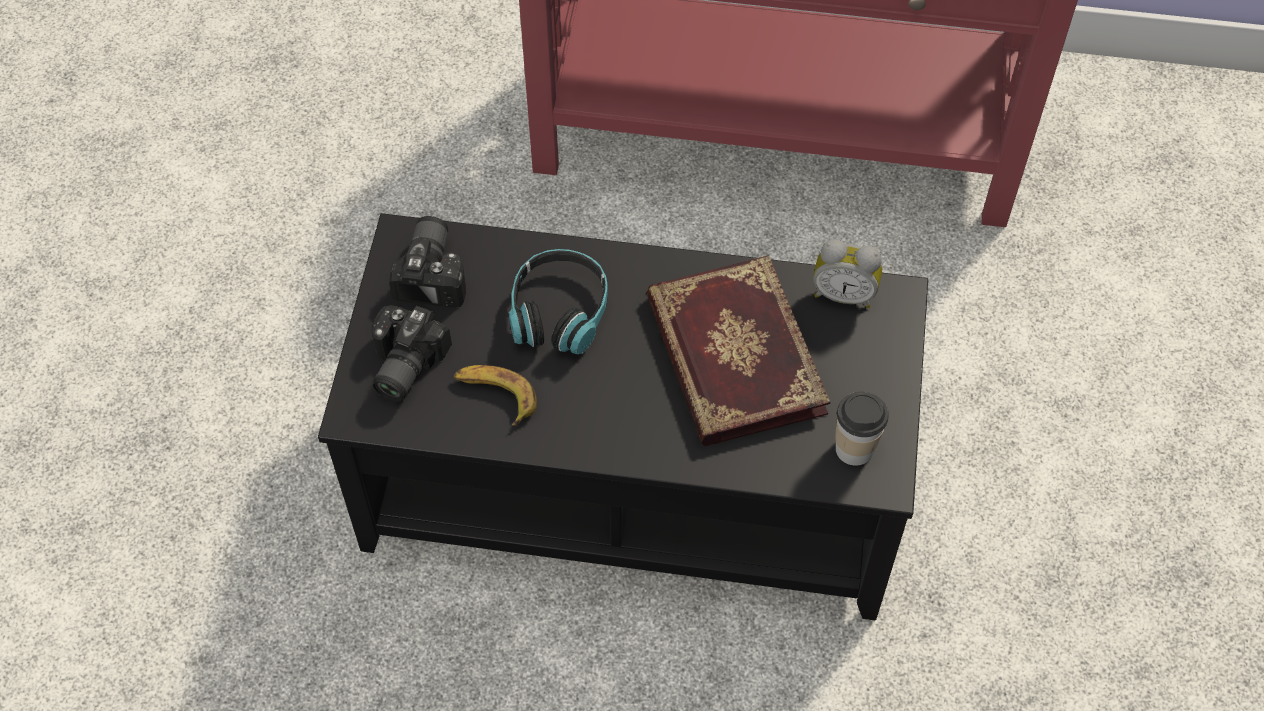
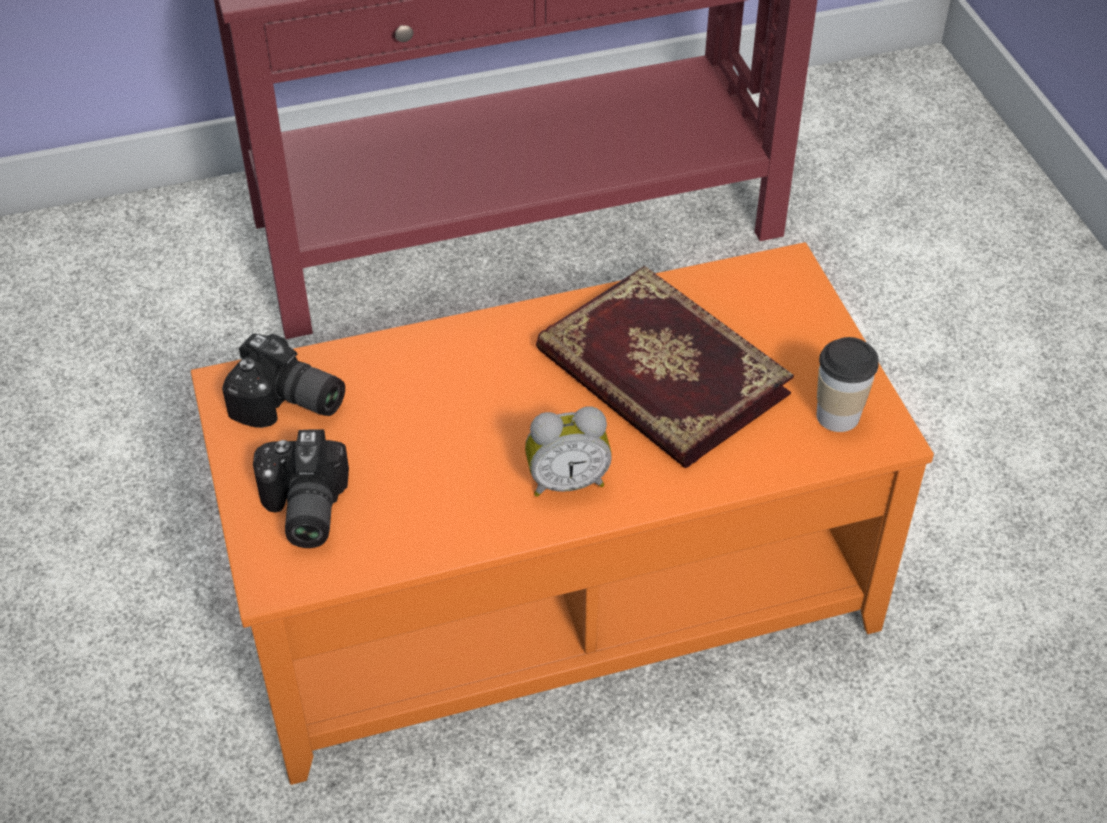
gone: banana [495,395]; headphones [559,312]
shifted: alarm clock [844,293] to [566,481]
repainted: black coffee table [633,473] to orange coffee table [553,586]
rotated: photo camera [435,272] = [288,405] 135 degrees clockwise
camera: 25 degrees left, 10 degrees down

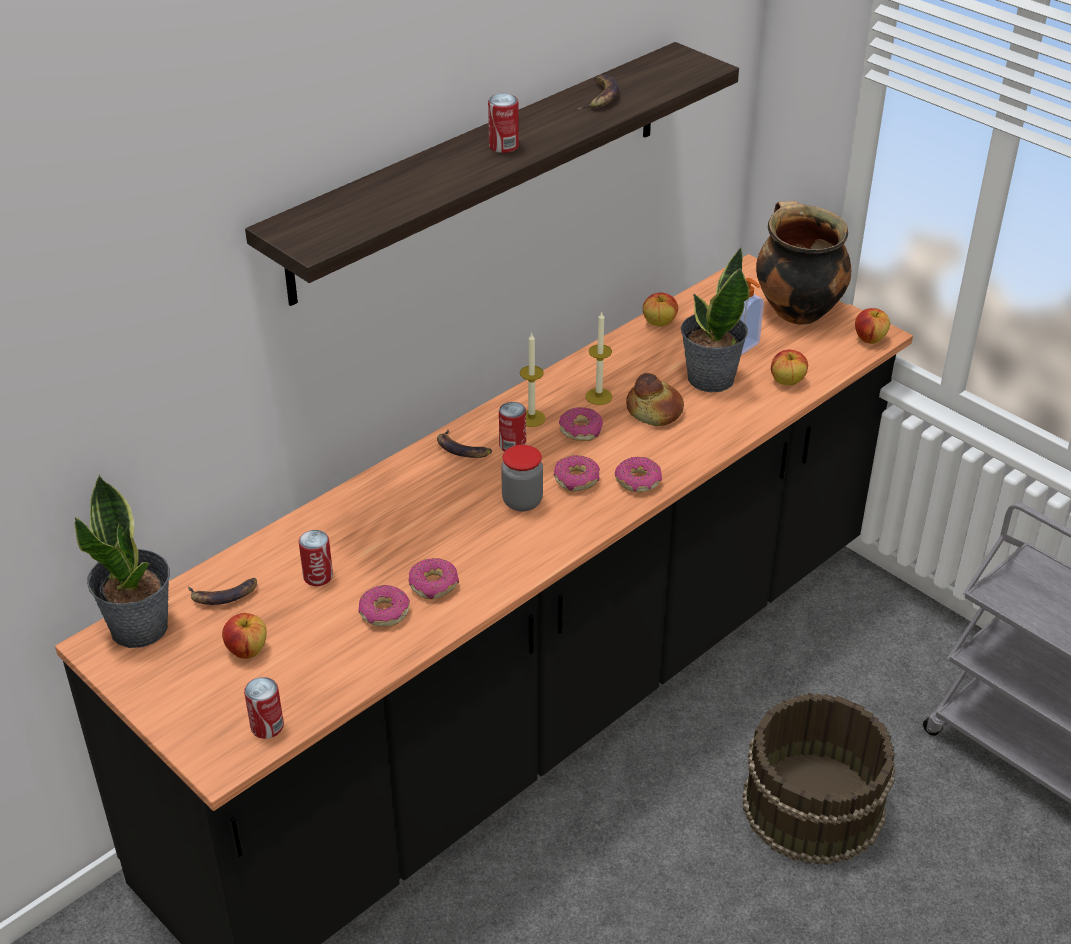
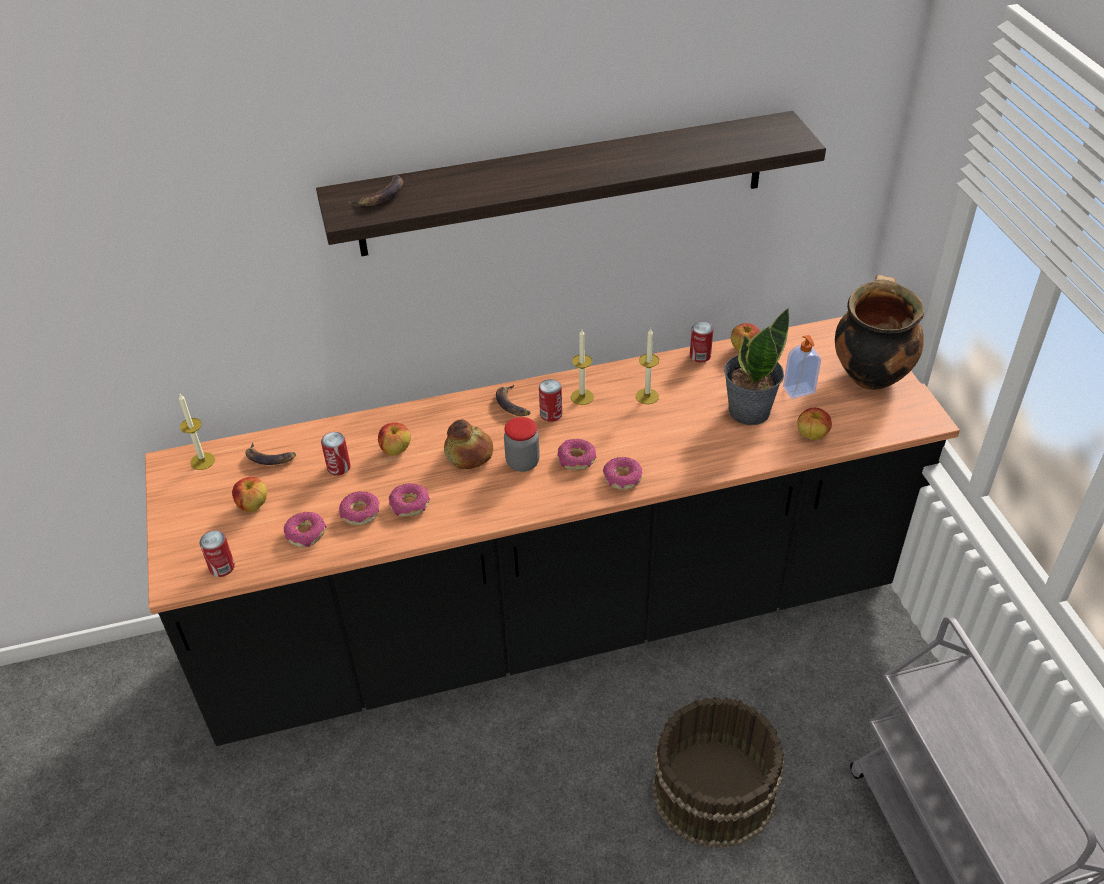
shifted: can [503,146] to [700,356]; donut [581,430] to [306,534]; banana [600,97] to [381,196]; bread [655,411] to [469,453]; apple [869,339] to [395,449]
swapped: potted plant [140,627] to candle [202,461]
camera: 30 degrees right, 5 degrees up

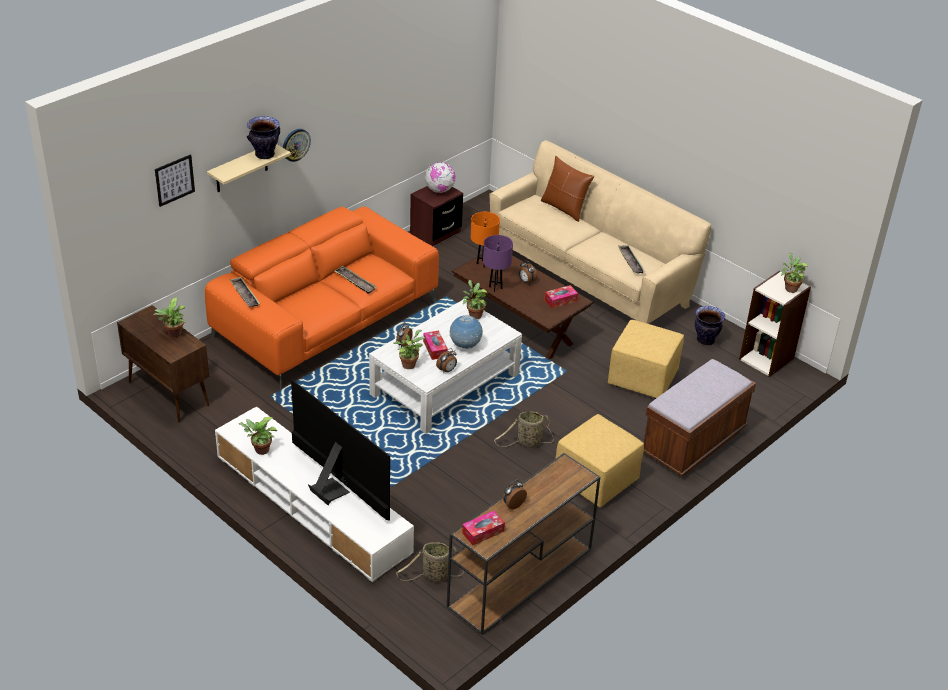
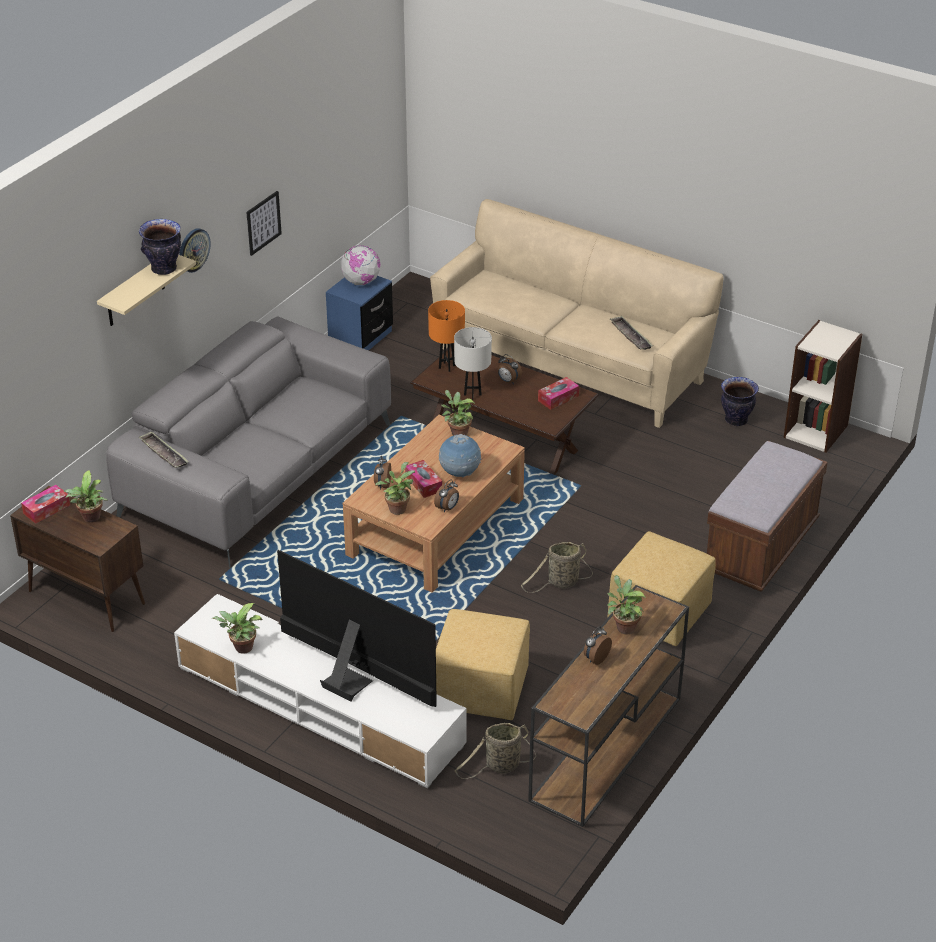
gone: tray [355,282]; brown pillow [564,208]
shifted: picture [174,180] to [263,222]; tissue box [483,532] to [46,509]; yellow ottoman [642,379] to [479,691]; potted plant [790,288] to [624,627]
repainted: orange sofa [326,319] to grey sofa [257,469]; white coffee table [445,384] to brown coffee table [436,526]; brown nightstand [435,233] to blue nightstand [360,337]; purple table lamp [495,287] to white table lamp [472,395]
camera: 10 degrees left, 0 degrees up

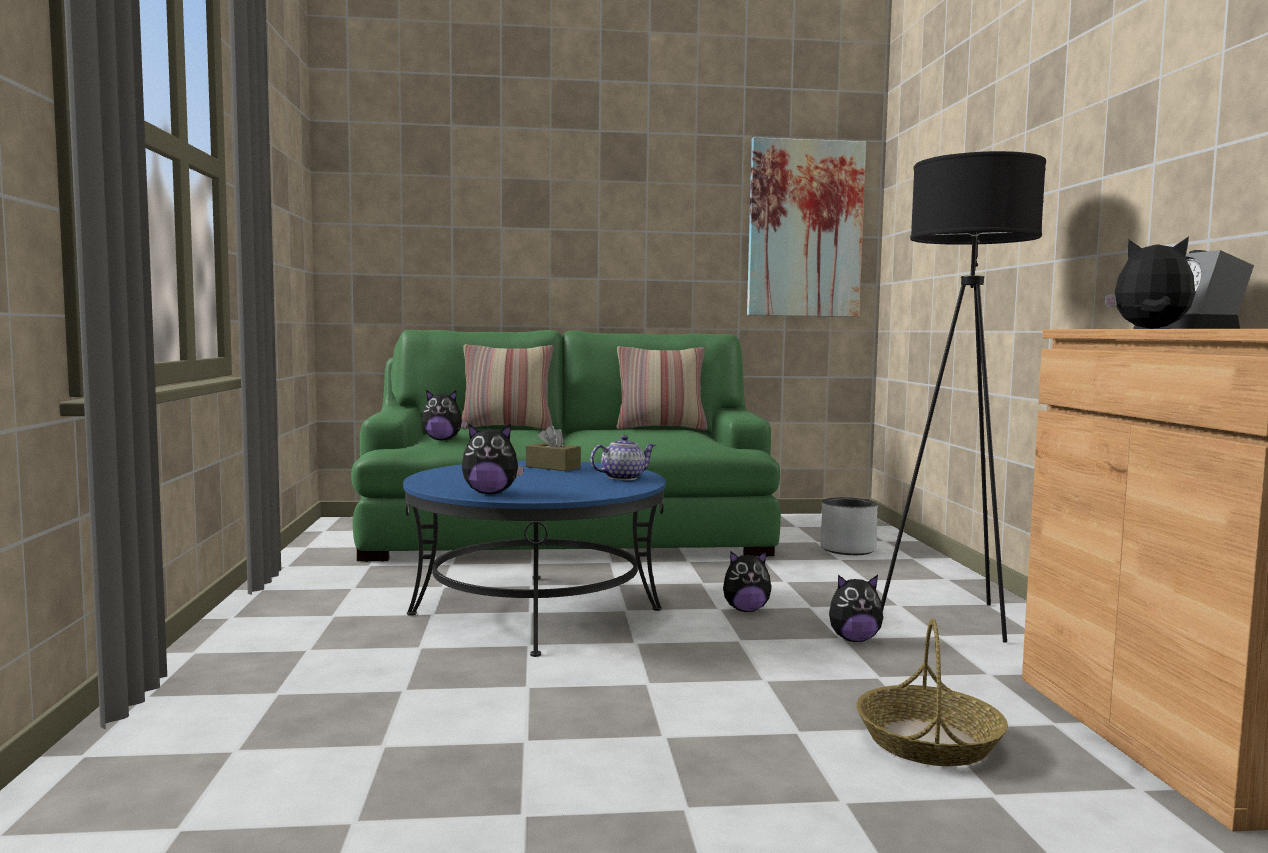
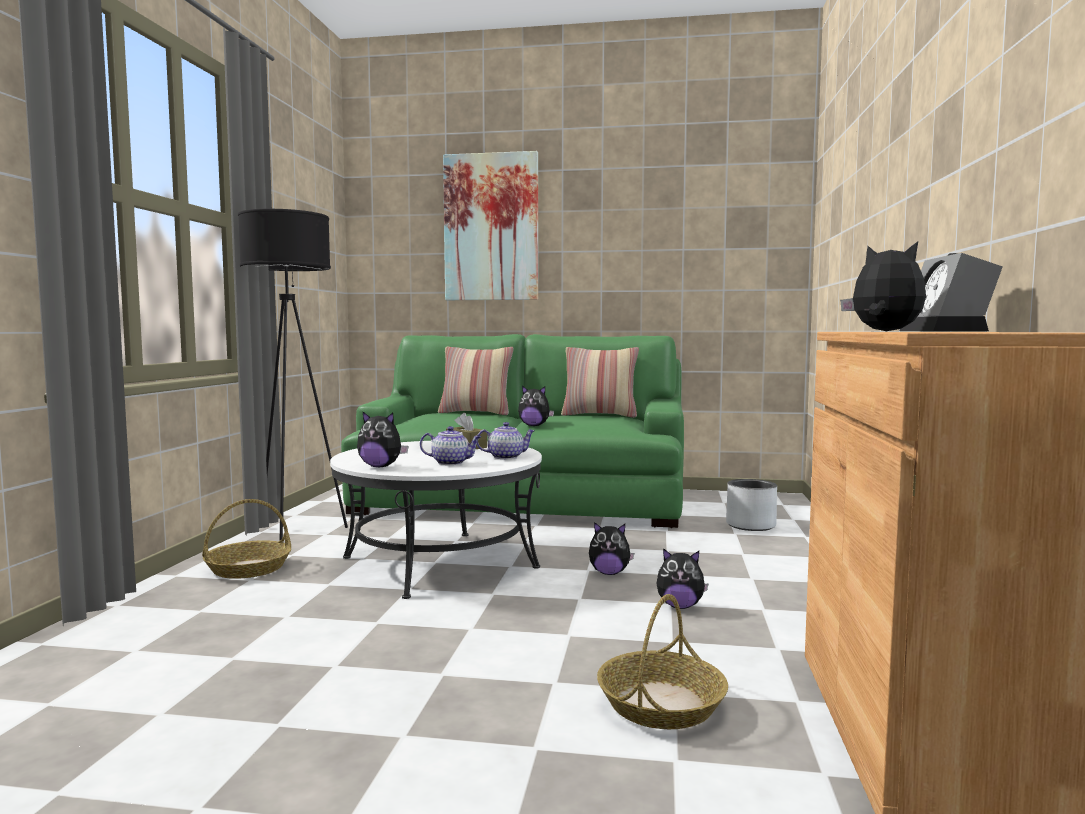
new: basket [249,568]; teapot [451,463]
shifted: plush toy [442,440] to [534,426]; picture [805,229] to [491,227]; black floor lamp [955,619] to [296,534]
repainted: blue coffee table [536,611] to white coffee table [440,562]
camera: 15 degrees right, 0 degrees up

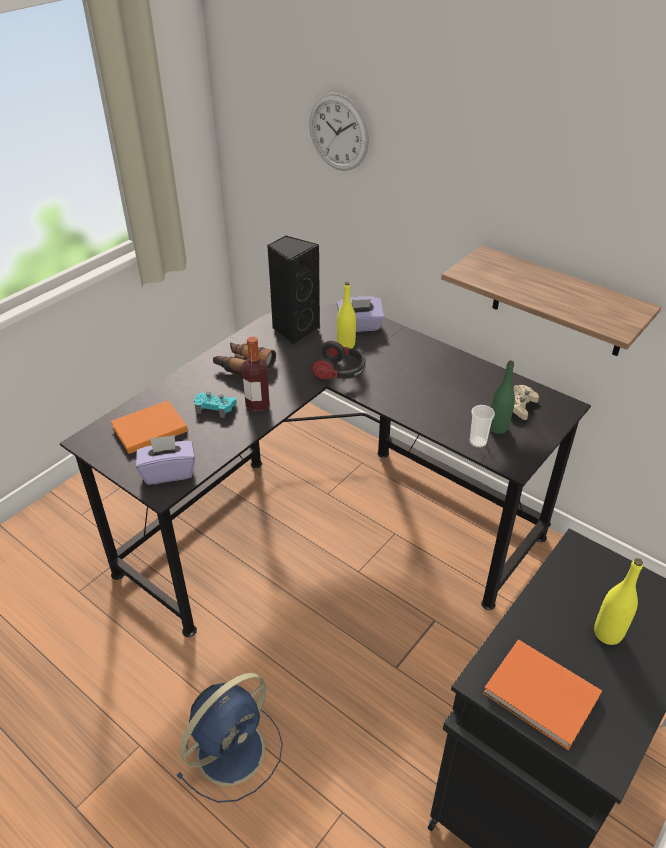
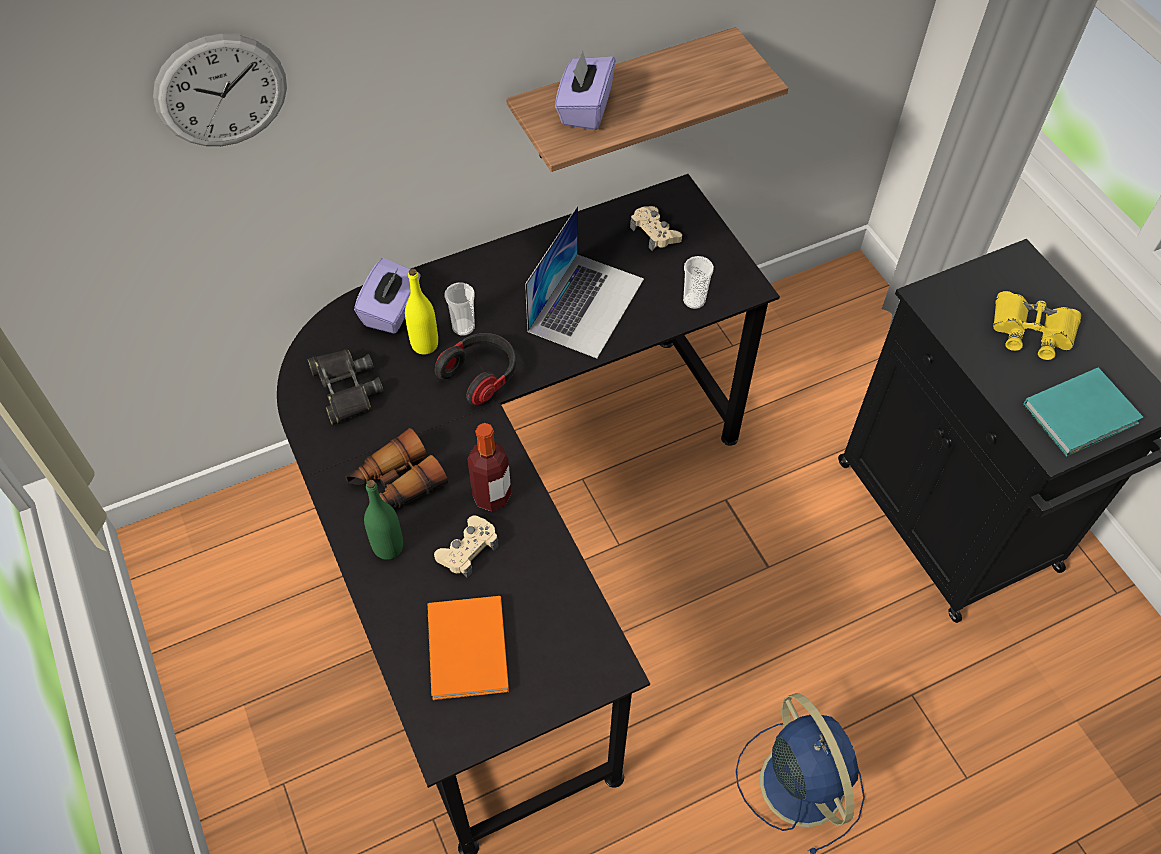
new: cup [463,327]; laptop [586,304]
shifted: purple tissue box [168,472] to [584,109]; green bottle [498,428] to [388,547]
swapped: black speaker [294,330] to black binoculars [345,389]; yellow bottle [607,633] to yellow binoculars [1031,331]
repainted: turquoise game controller [215,407] to beige game controller [468,550]; orange book [542,697] to turquoise book [1083,414]
camera: 65 degrees left, 15 degrees up

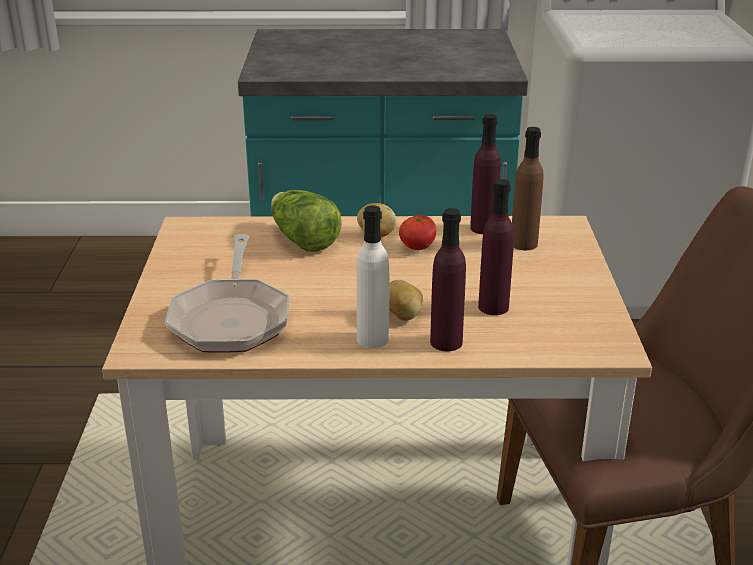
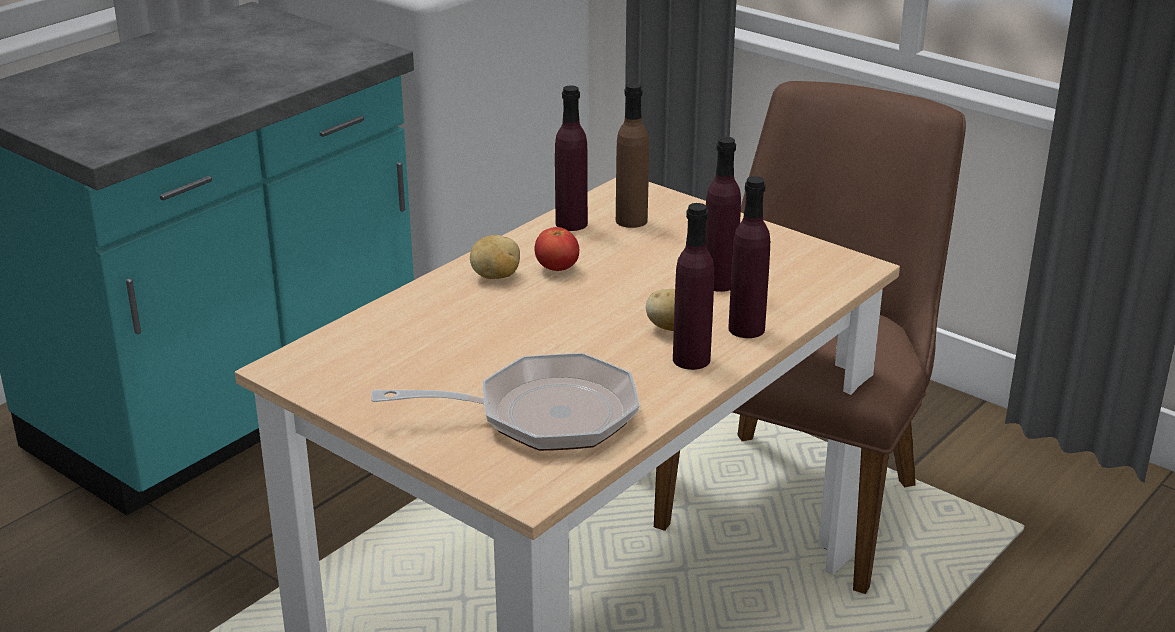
gone: lettuce [303,240]
repainted: white bottle [372,339] to purple bottle [691,359]
rotated: frying pan [231,318] = [542,415] 45 degrees counterclockwise
camera: 50 degrees left, 0 degrees up

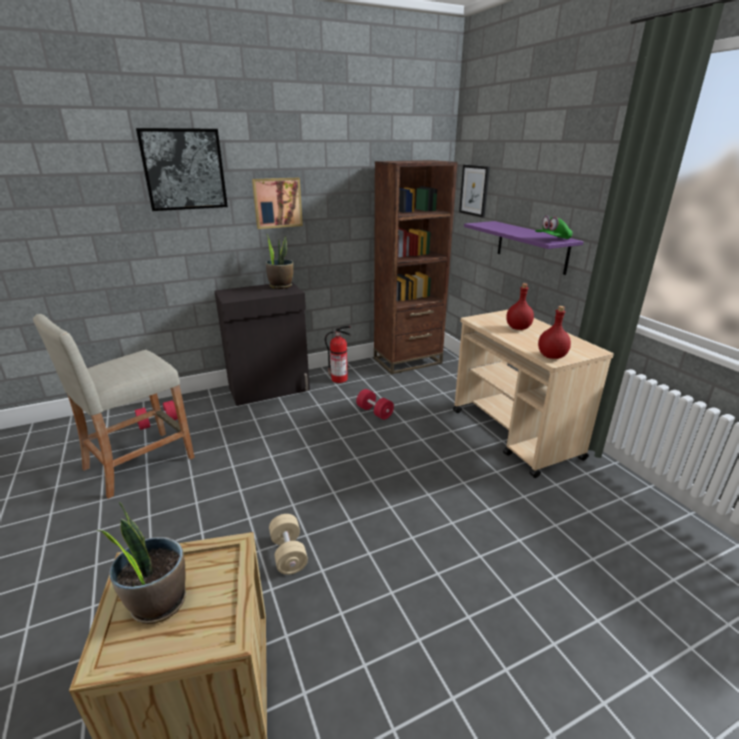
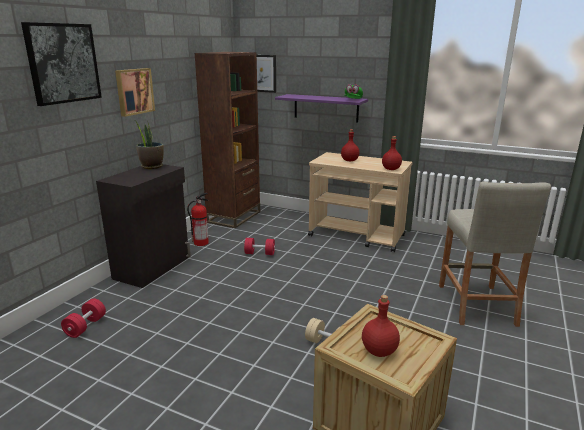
shifted: beige stool [139,462] to [476,304]
swapped: potted plant [158,602] to red bottle [380,351]
camera: 40 degrees left, 5 degrees down

